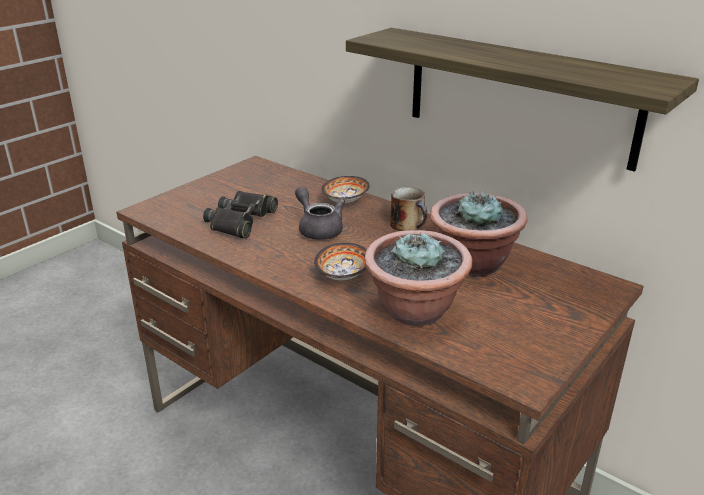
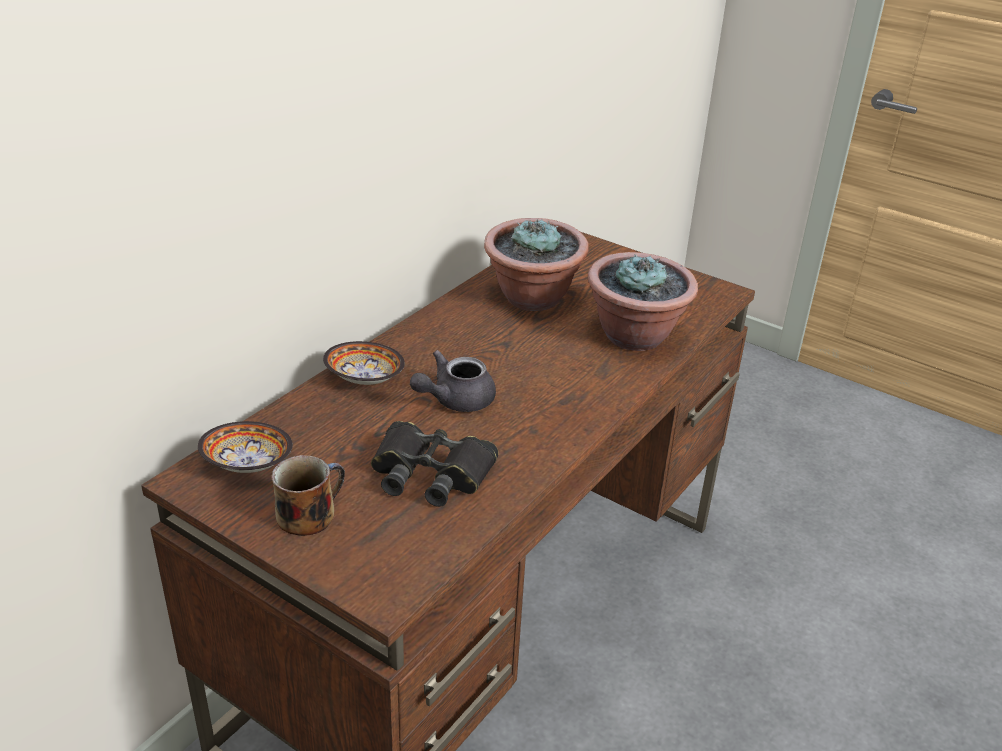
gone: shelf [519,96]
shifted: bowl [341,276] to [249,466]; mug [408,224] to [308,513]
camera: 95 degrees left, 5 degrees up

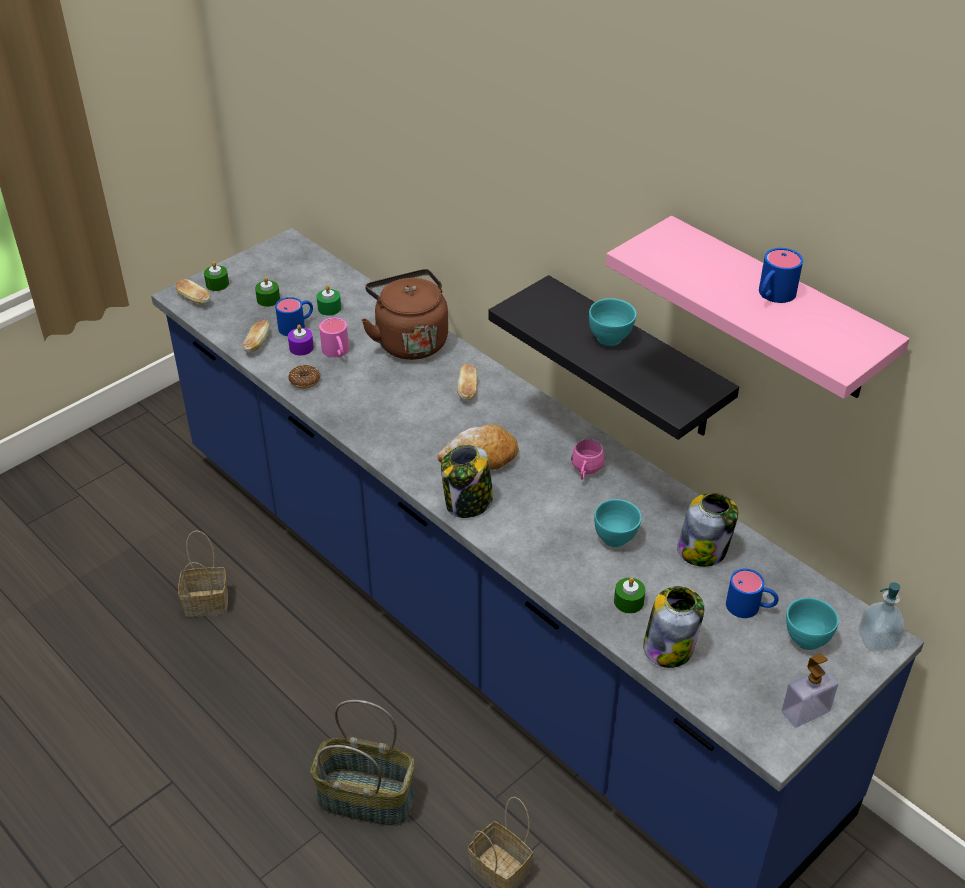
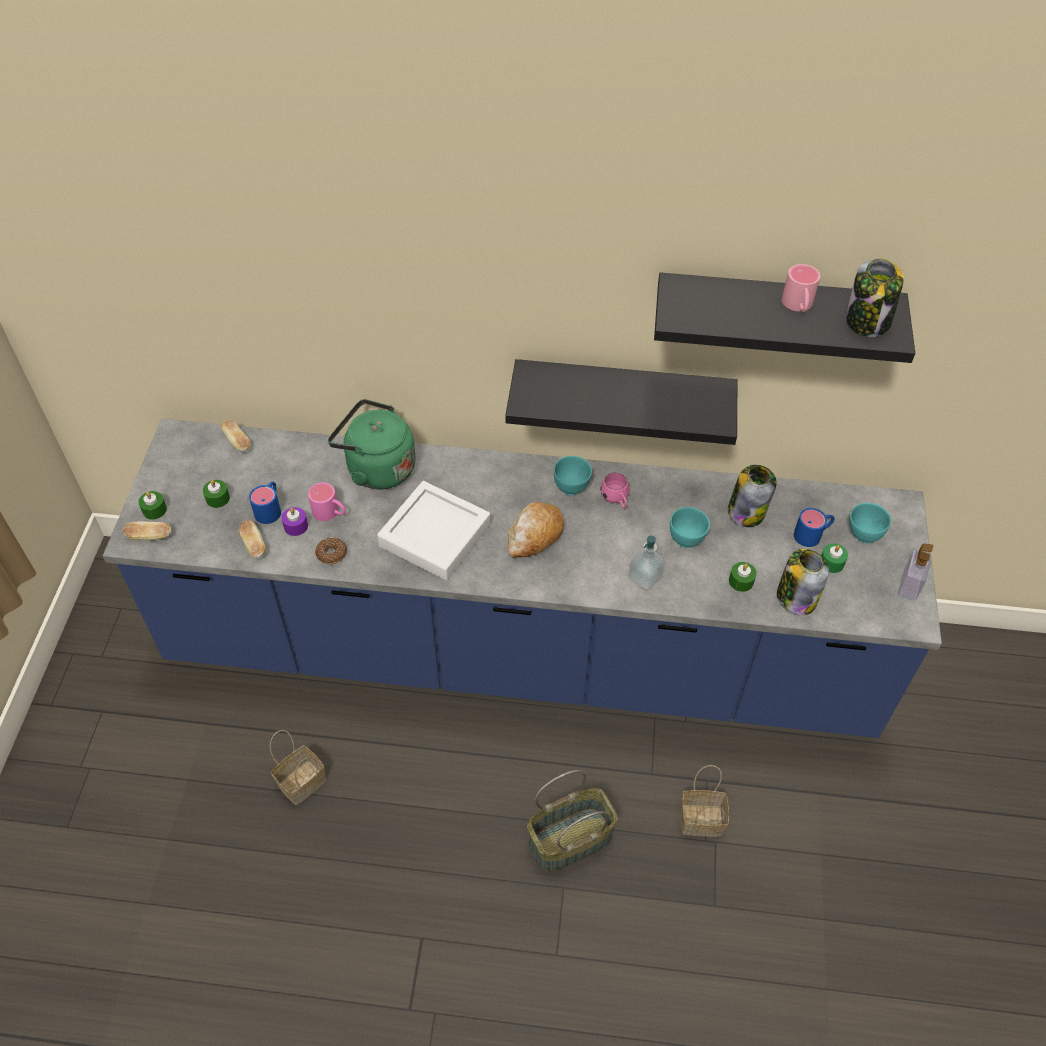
new: white tray [435,535]
shifted: green candle [329,308] to [831,562]; jar [468,503] to [867,321]; bread [467,390] to [238,442]; turquoise bowl [610,339] to [571,487]; soap dispenser [877,639] to [645,577]
repainted: brown kettle [409,340] to green kettle [377,468]; pink shelf [776,310] to black shelf [775,312]; blue mug [772,296] to pink mug [798,306]
camera: 40 degrees left, 10 degrees up

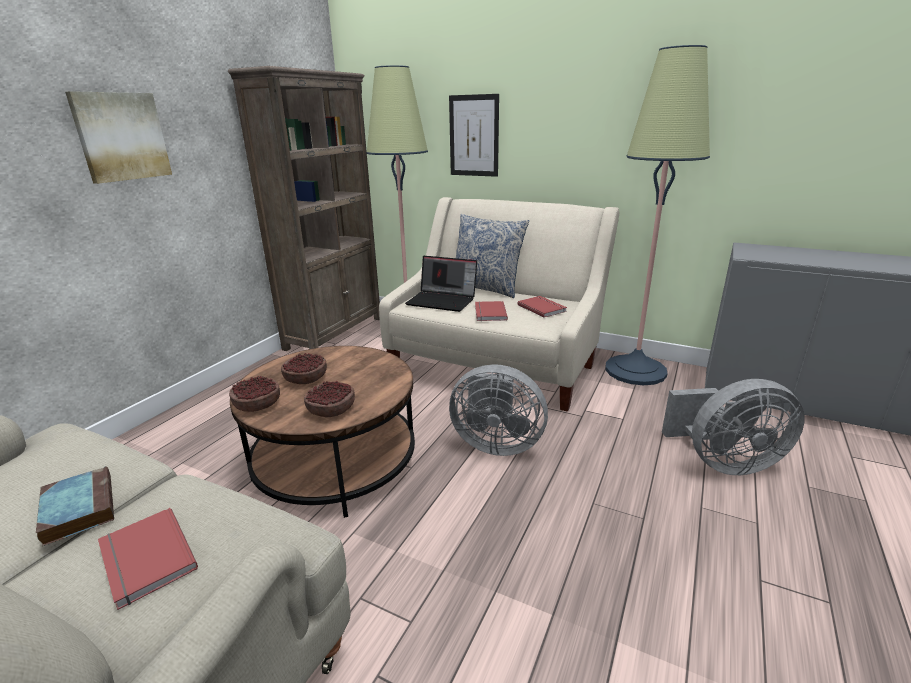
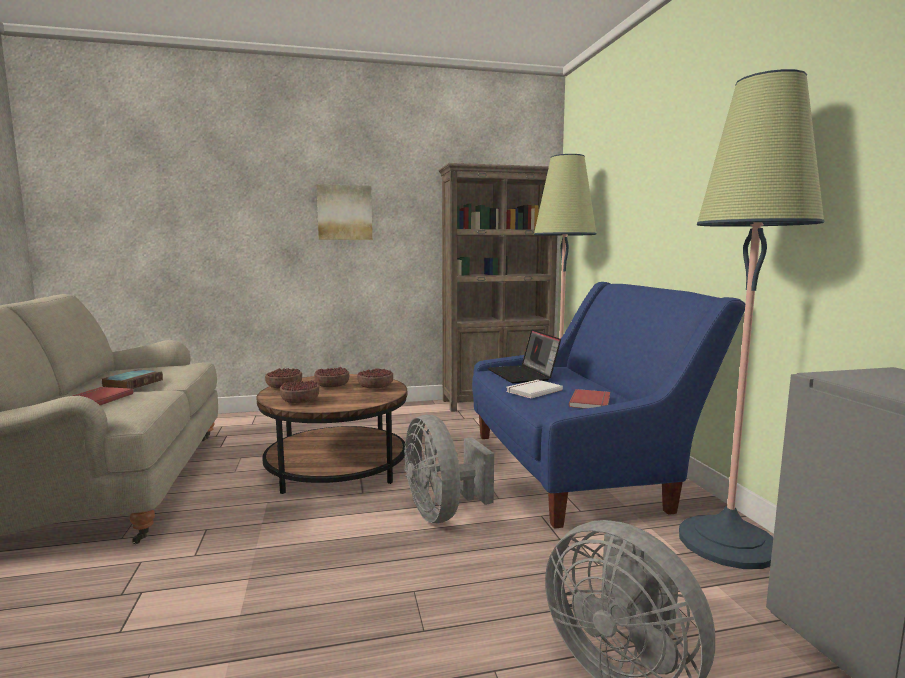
gone: picture [474,136]; pillow [486,288]
new: bowl [375,387]
repainted: beige sofa [496,362] to blue sofa [576,467]; red book [489,313] to white book [532,391]
camera: 50 degrees right, 15 degrees down

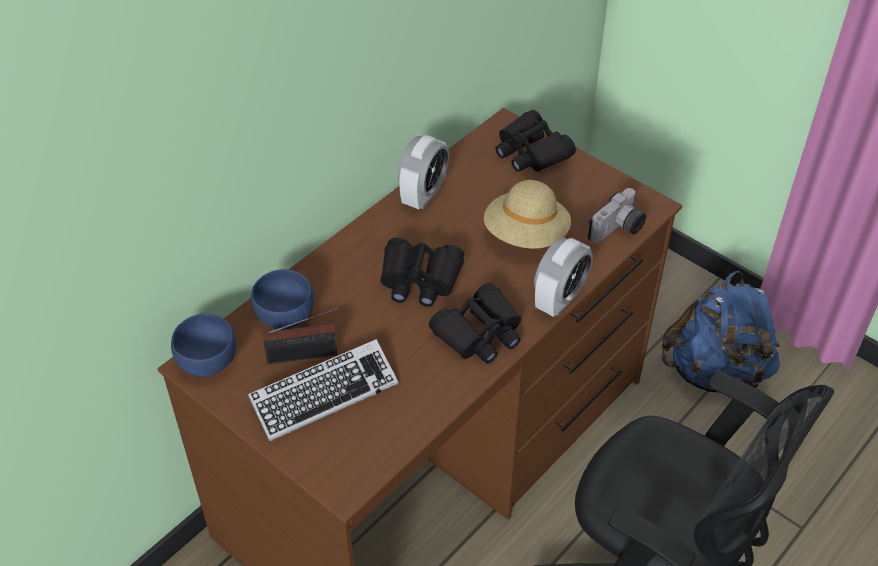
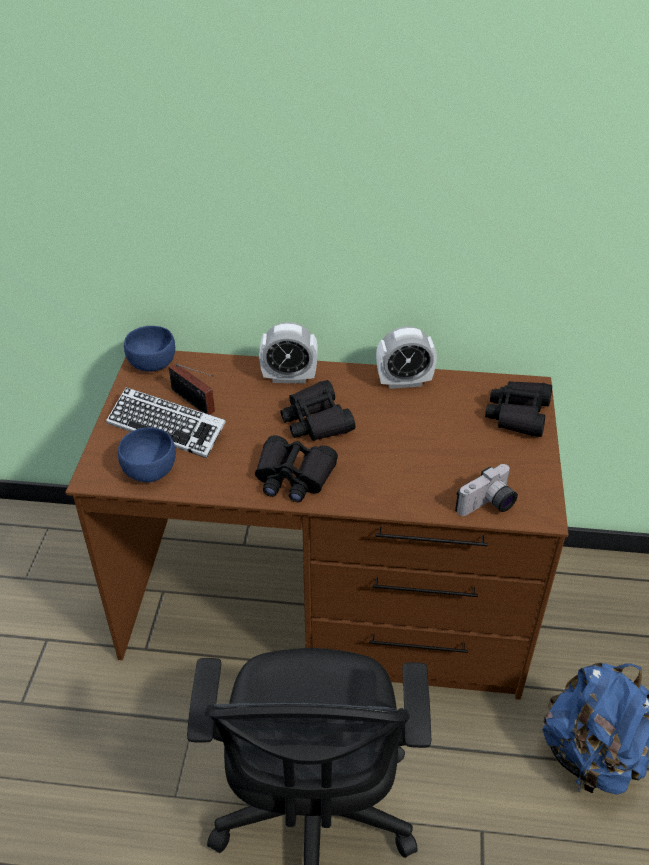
gone: beige hat [526,235]
shifted: blue bowl [285,316] to [149,471]; alarm clock [560,299] to [289,377]
rotated: photo camera [618,230] = [488,506] 45 degrees counterclockwise
camera: 55 degrees right, 5 degrees down

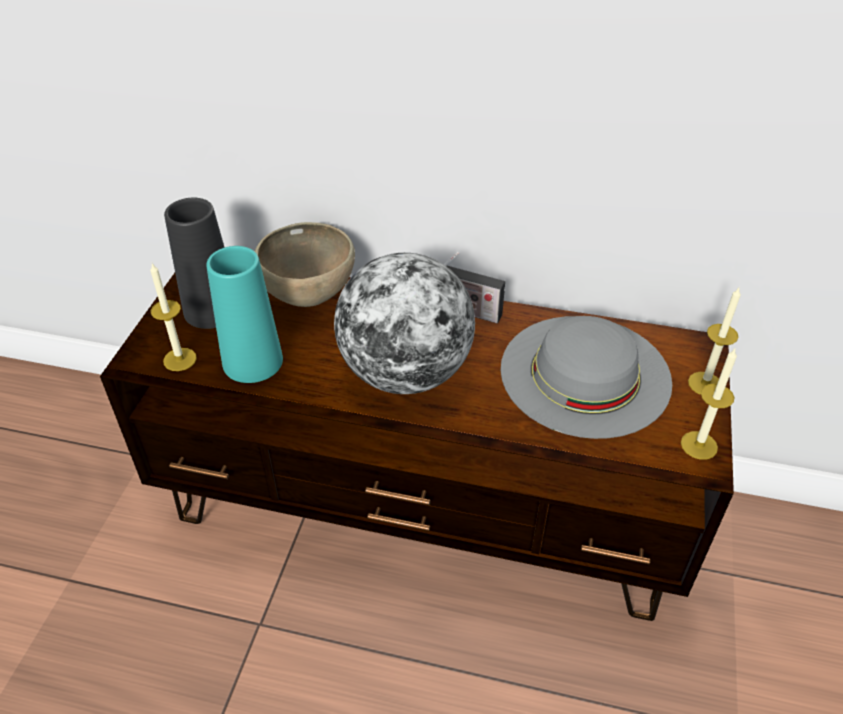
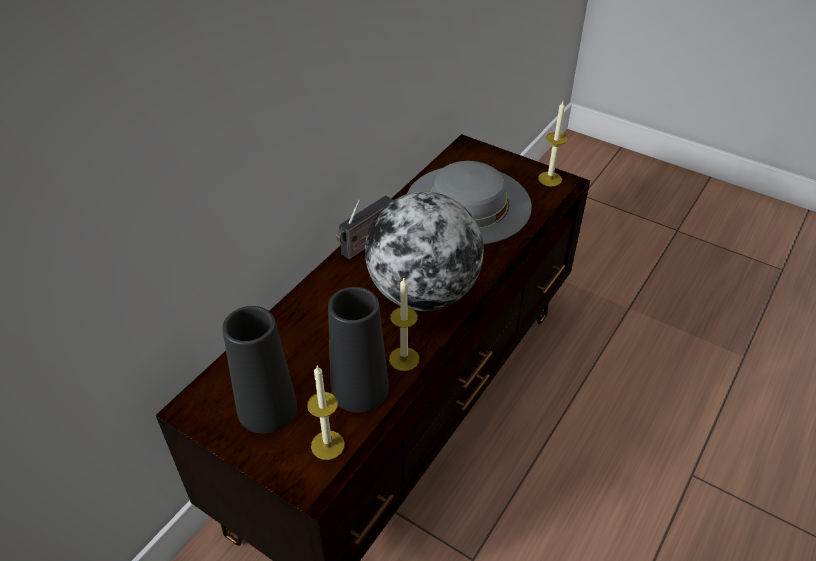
gone: brown bowl [309,297]
shifted: candle [705,384] to [404,359]
repainted: turquoise vase [252,361] to black vase [359,388]
camera: 70 degrees left, 0 degrees up

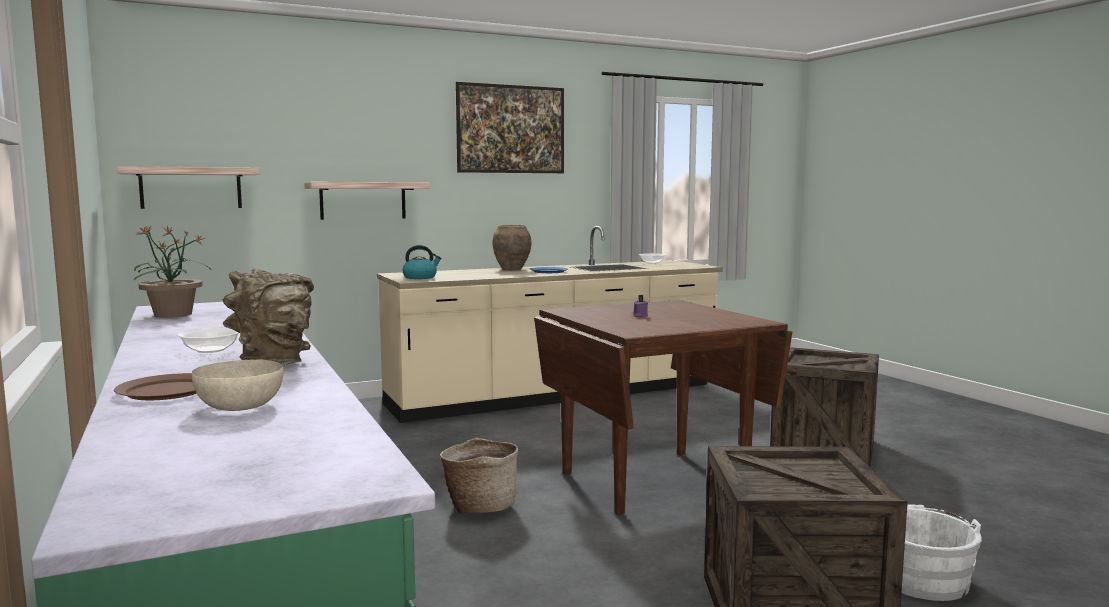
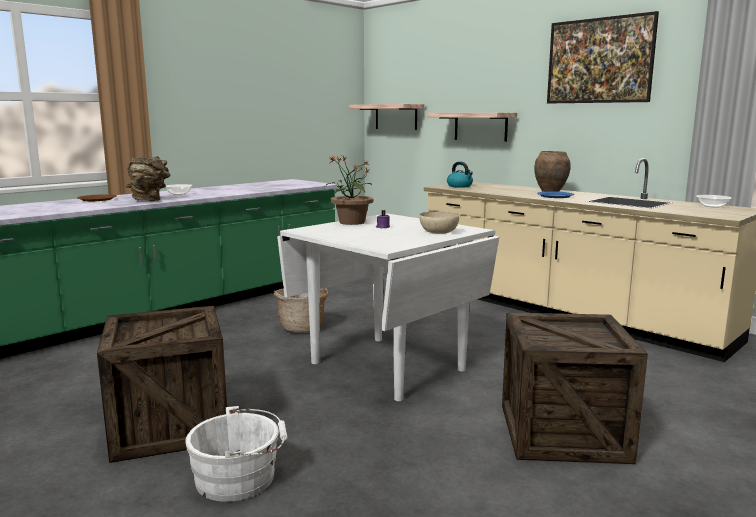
shifted: potted plant [173,315] to [351,222]; beige bowl [239,406] to [439,232]
repainted: brown dining table [652,479] to white dining table [388,366]
camera: 70 degrees right, 5 degrees up

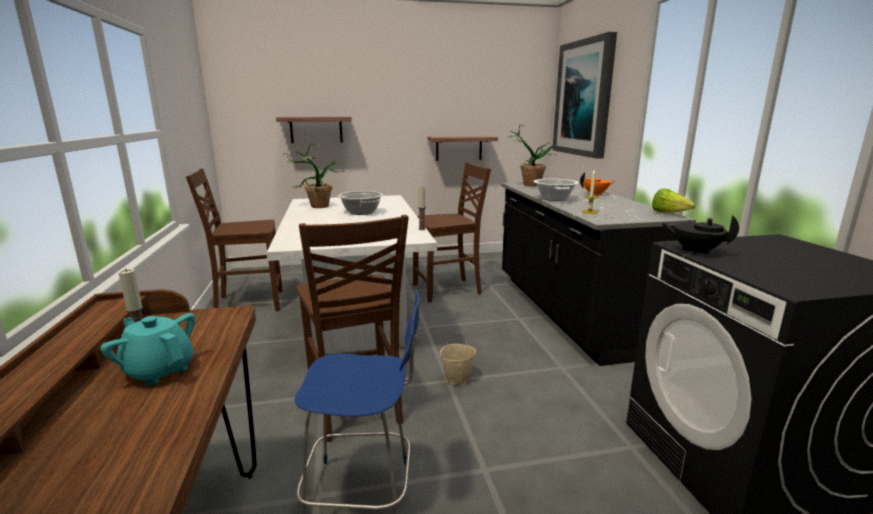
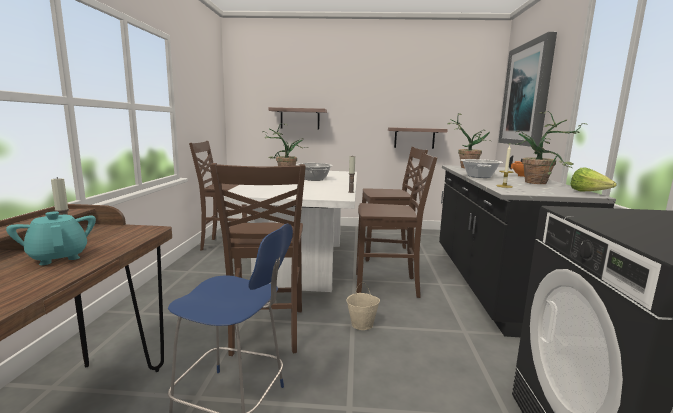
gone: black teapot [695,251]
new: brown chair [387,286]; potted plant [541,183]
camera: 15 degrees right, 5 degrees down

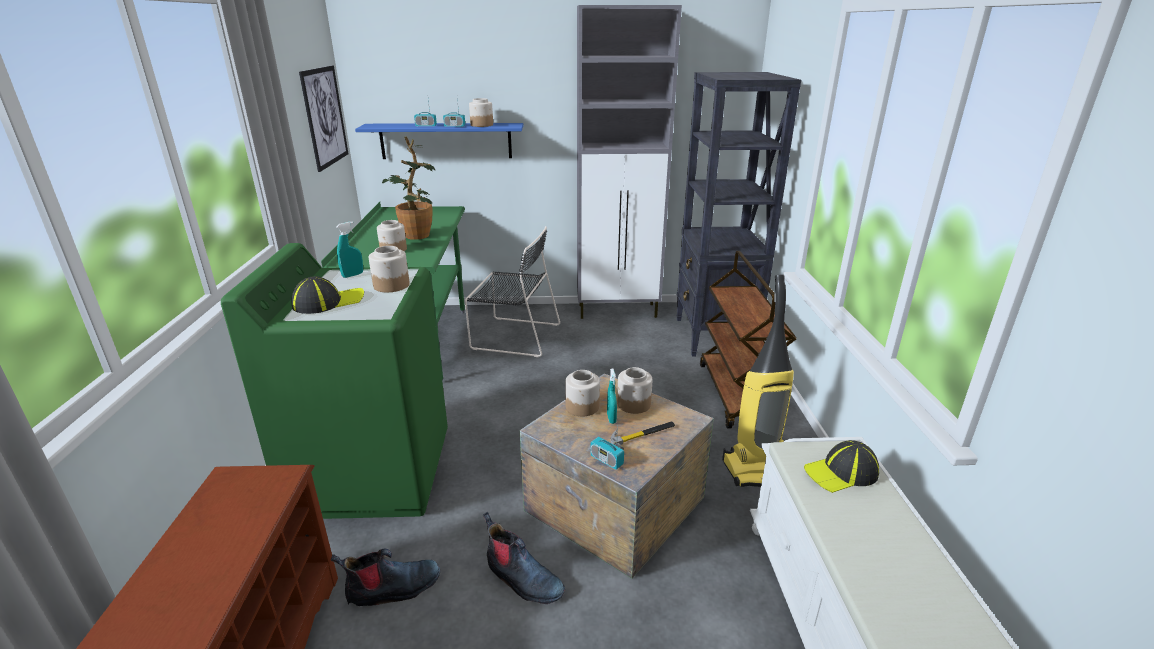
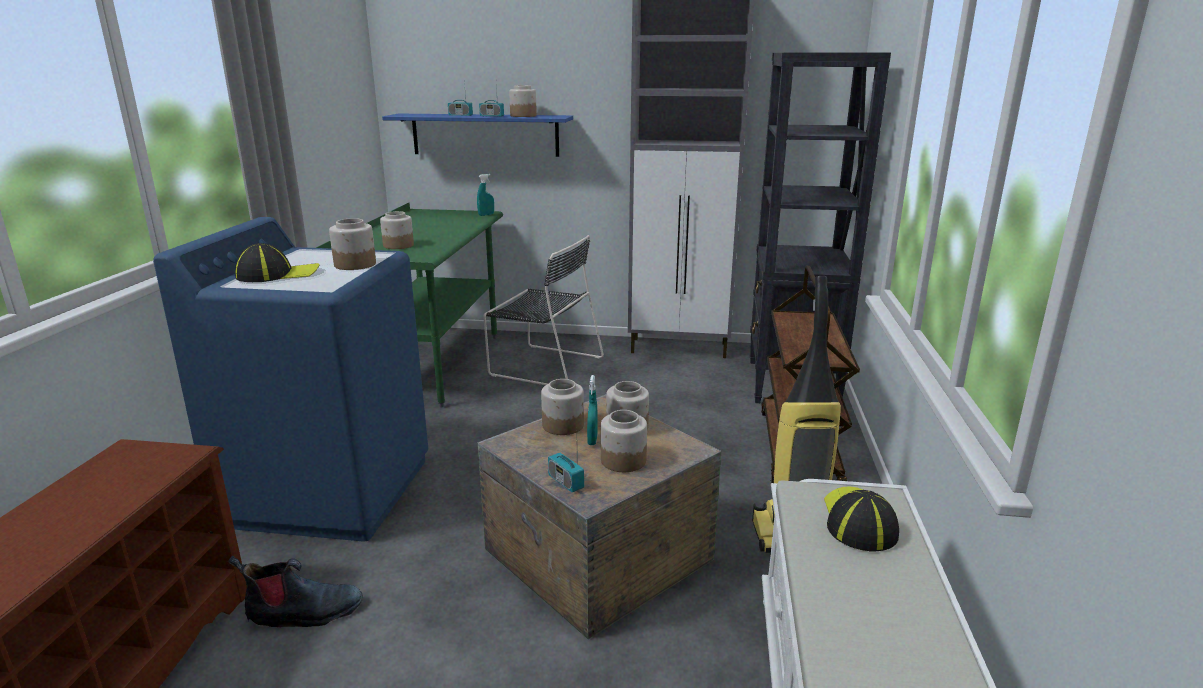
gone: picture [325,117]; potted plant [417,237]; boot [522,579]
shifted: turquoise spray bottle [353,275] to [486,215]
swapped: hammer [642,435] to jar [622,460]
repainted: green washing machine [373,472] to blue washing machine [330,490]
rotated: cap [841,473] = [858,521] 105 degrees clockwise
camera: 10 degrees right, 5 degrees down

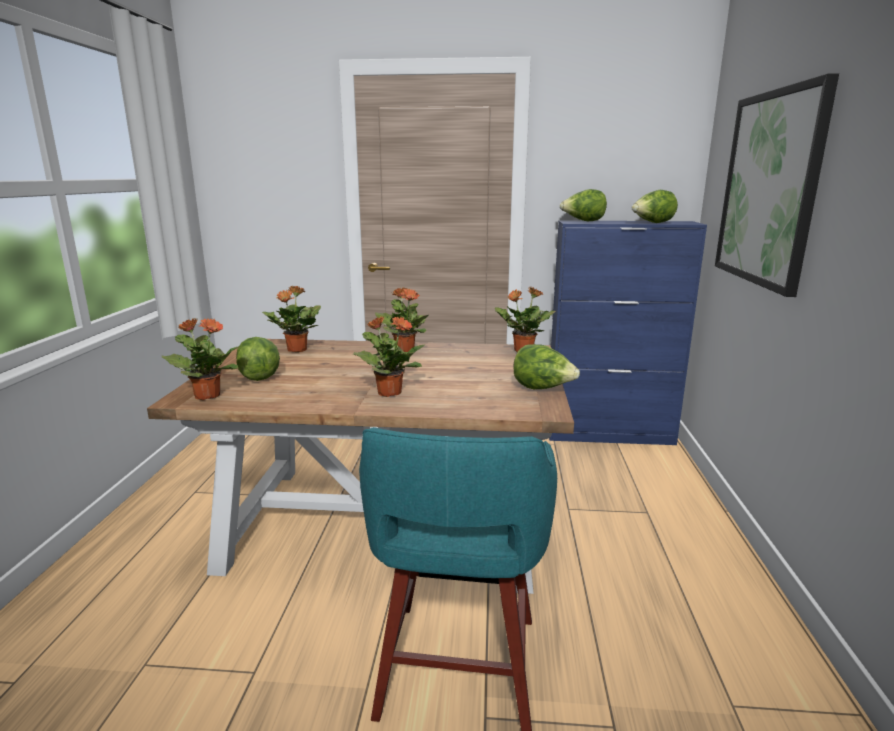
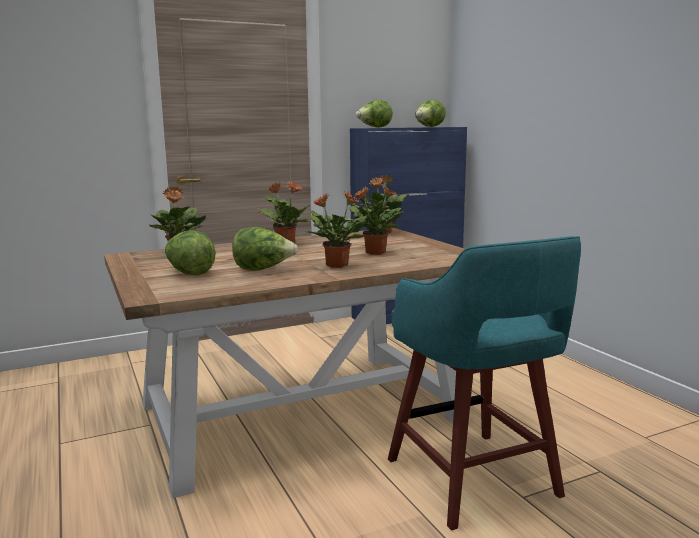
gone: picture [769,188]
shifted: potted plant [207,395] to [374,252]; lettuce [542,389] to [263,270]
camera: 30 degrees left, 5 degrees down

